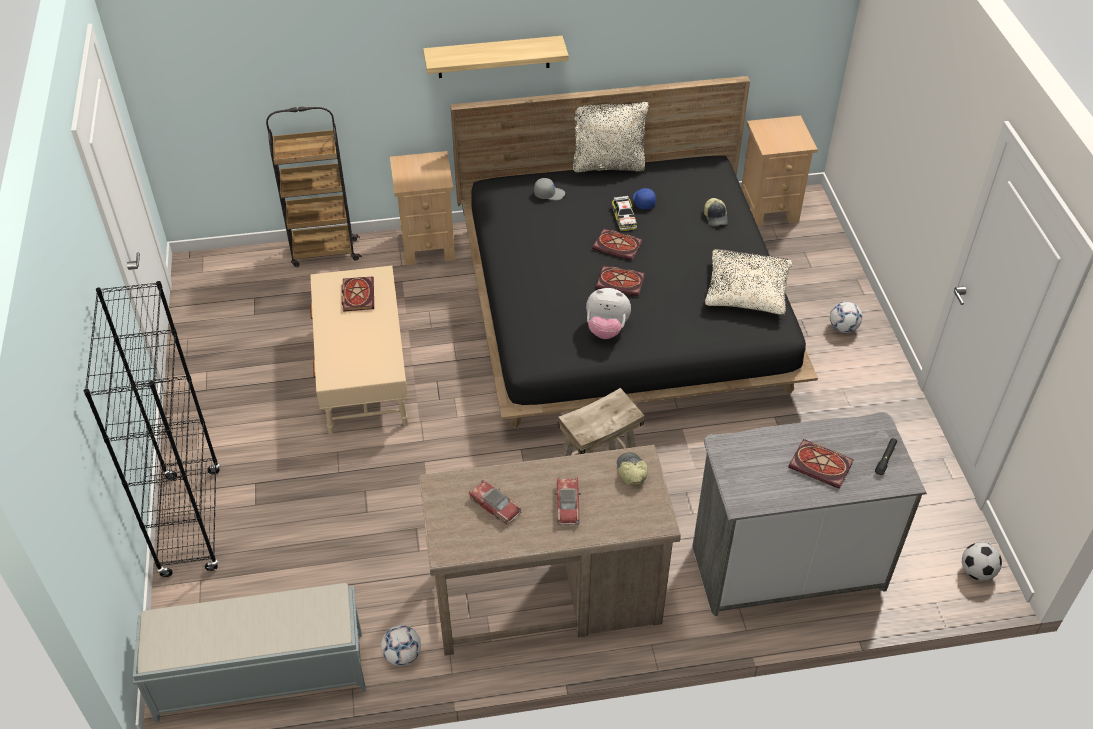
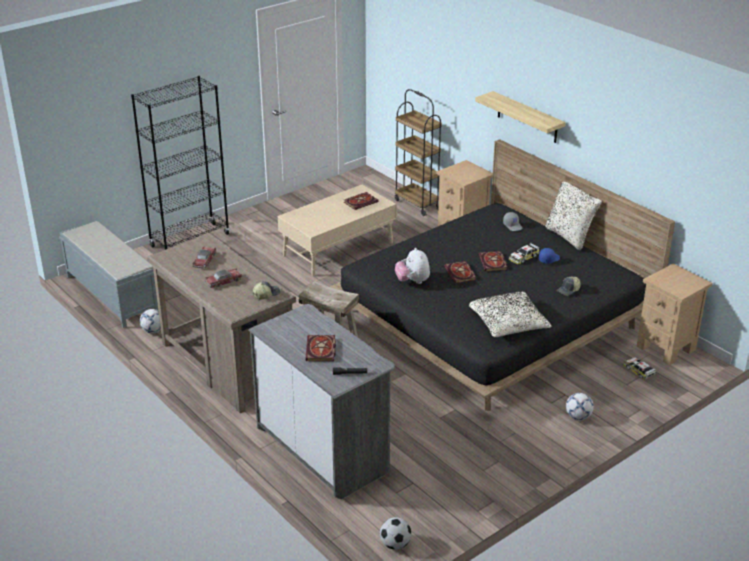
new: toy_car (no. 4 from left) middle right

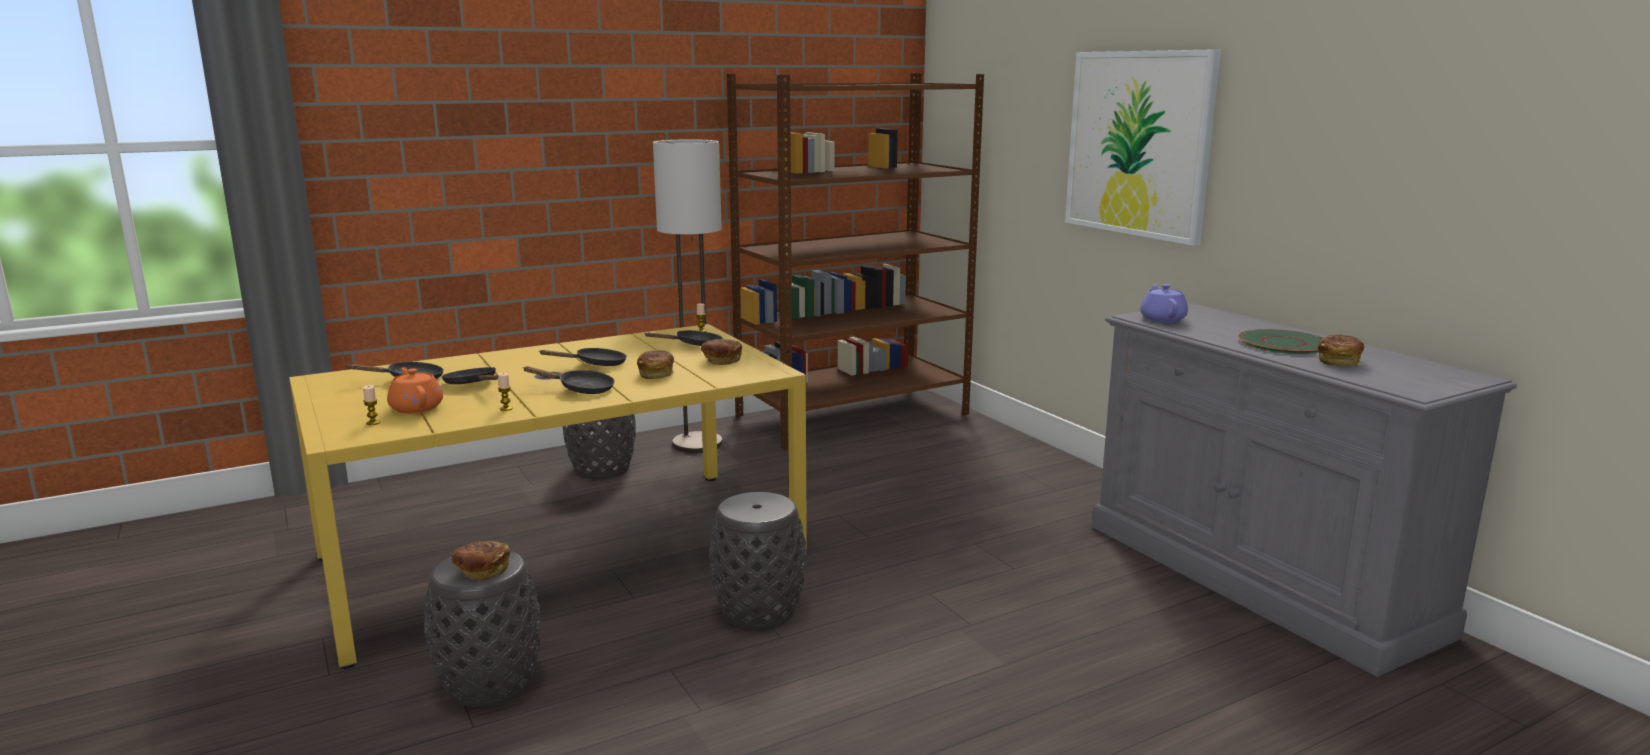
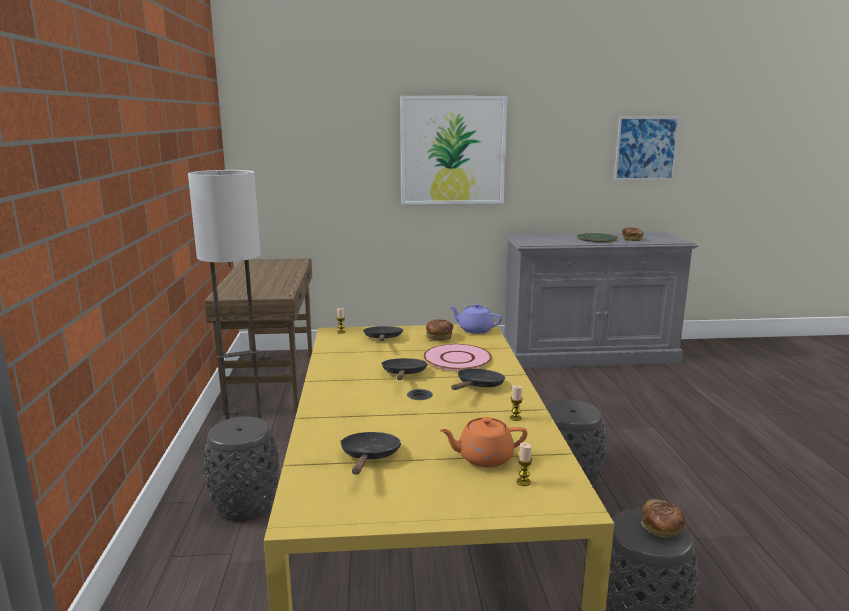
gone: black_frying_pan (no. 2 from left) middle left
new: picture (no. 2 from left) top right
shifted: purple_teapot middle right to centre
swapped: bread (no. 2 from left) centre to pink_plate centre; brown_bookcase centre to brown_console_table middle left

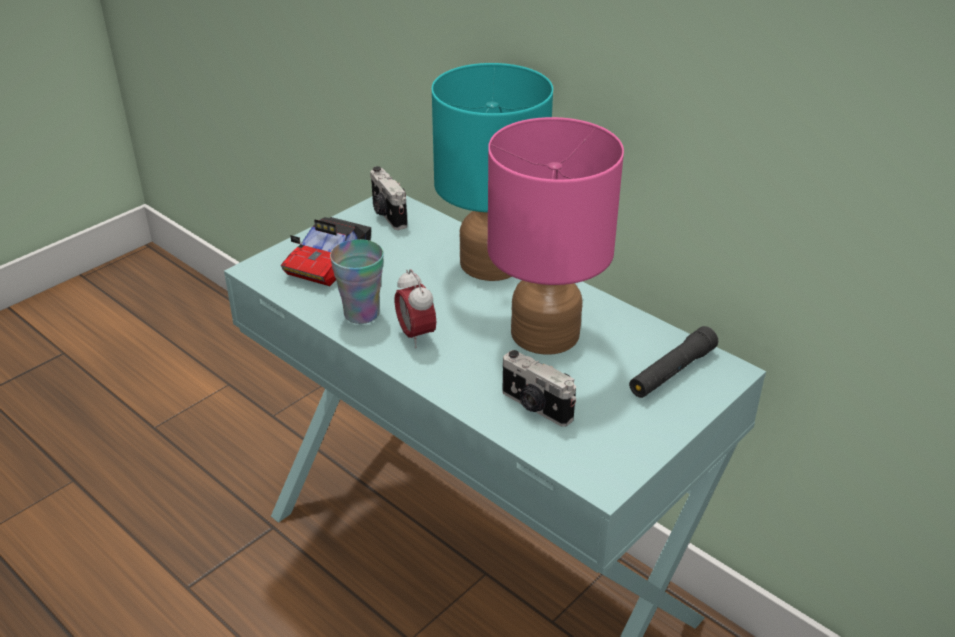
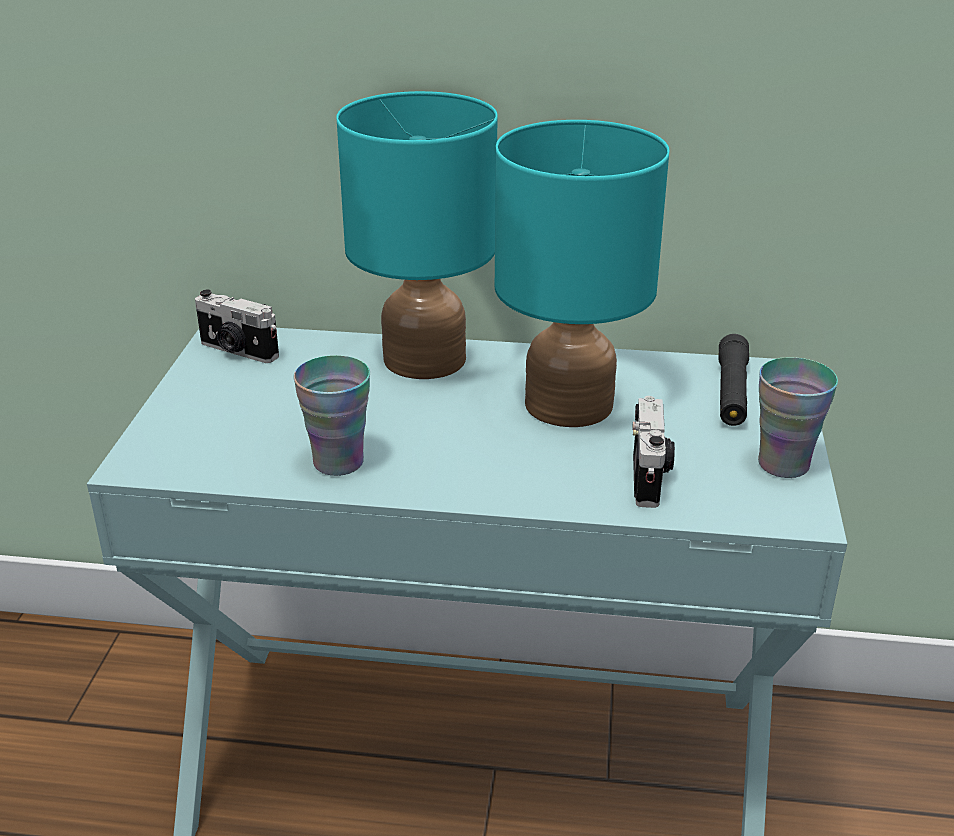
gone: toy_car centre; alarm_clock centre
new: cup (no. 2 from left) middle right
repainted: pink_table_lamp centre to turquoise_table_lamp (no. 2 from left) top centre
rotated: photo_camera (no. 2 from left) centre = middle right 90 degrees counterclockwise

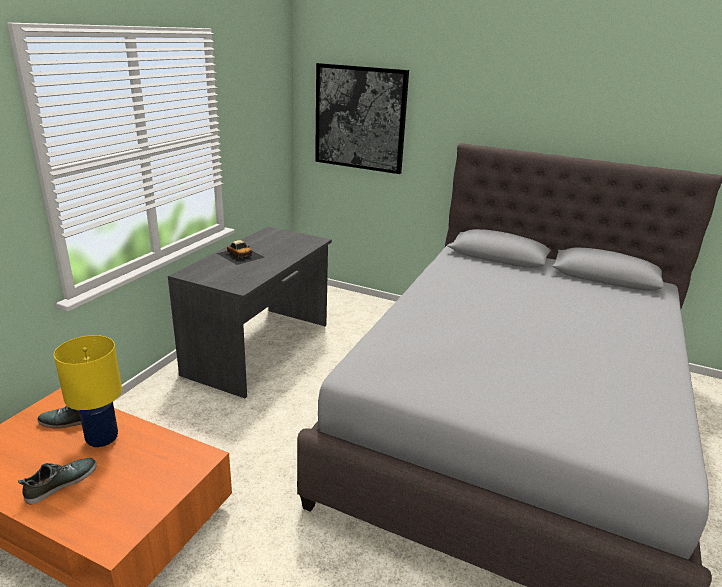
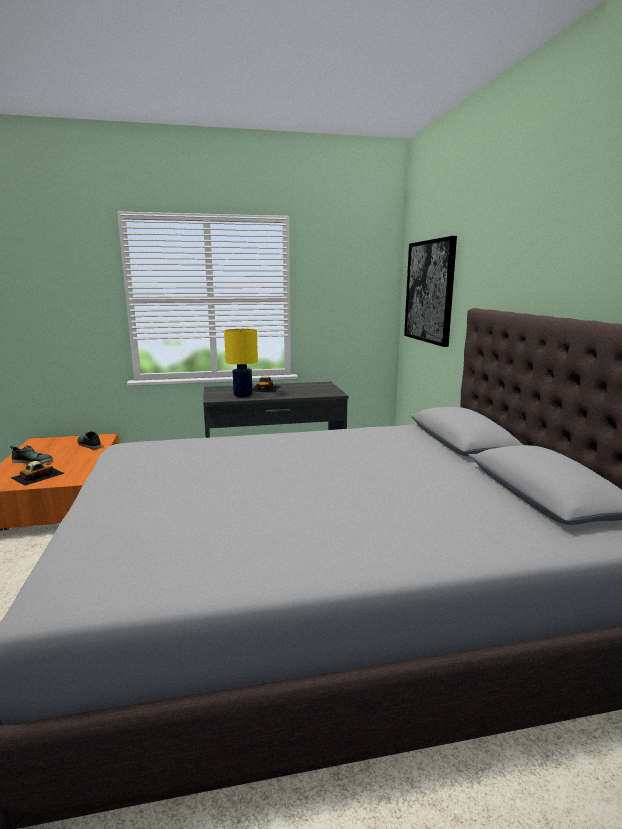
new: toy_car (no. 1 from left) middle left
shifted: yellow_table_lamp middle left to centre

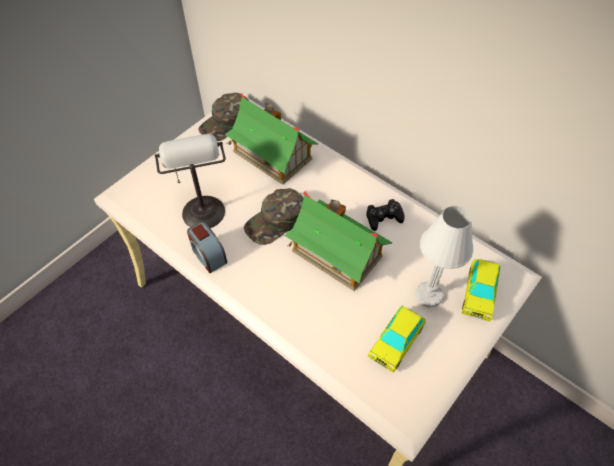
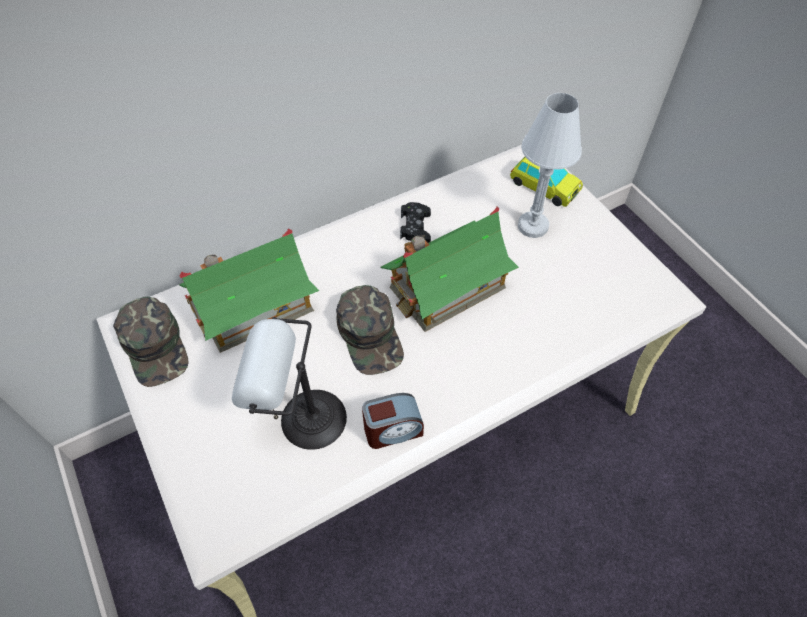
gone: toy_car (no. 1 from left) bottom centre

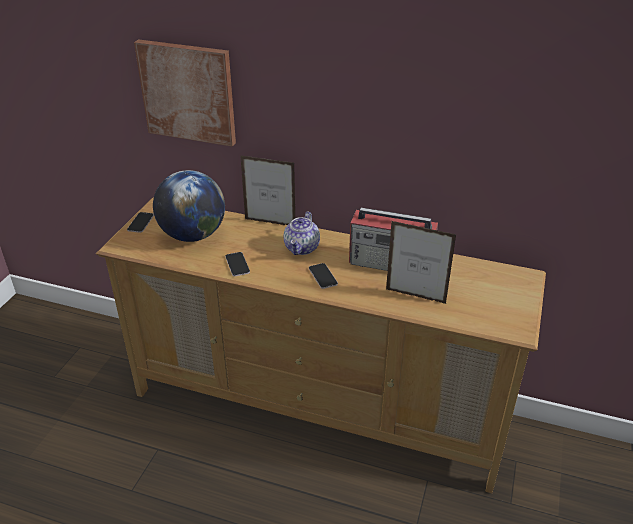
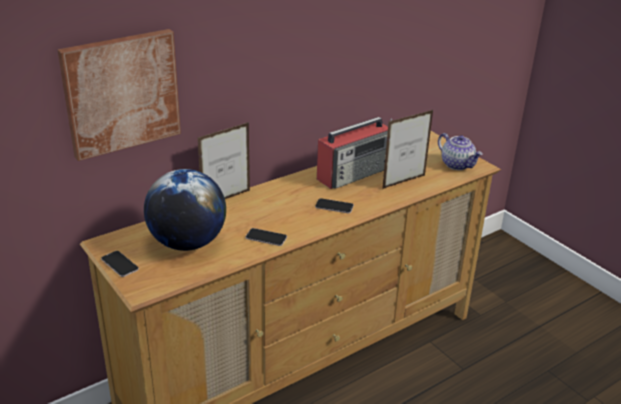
shifted: teapot centre to middle right

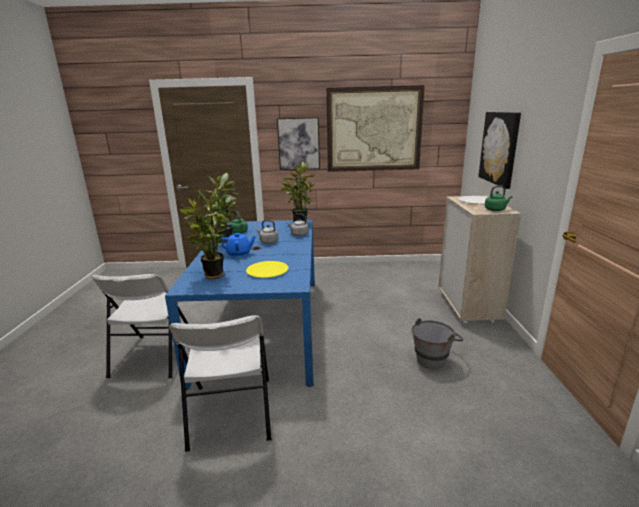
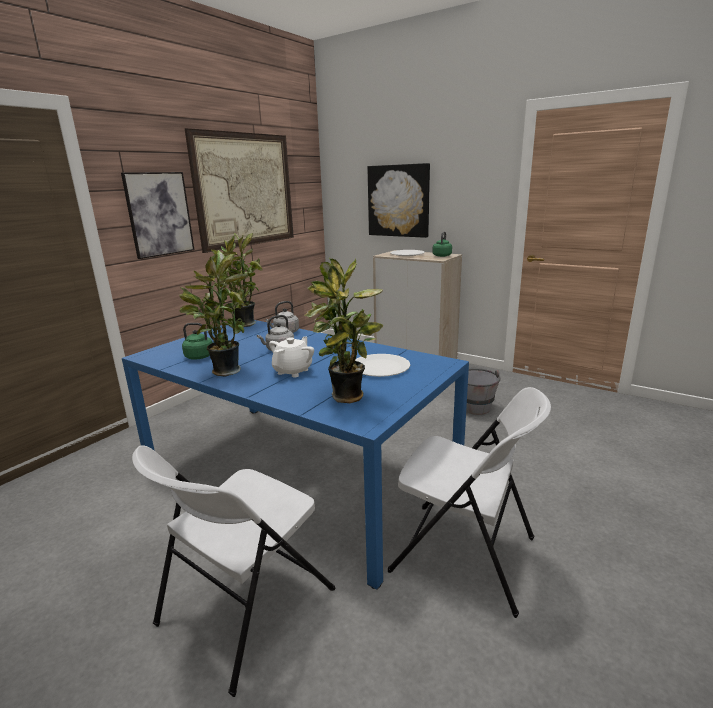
repainted: blue_teapot centre to white_teapot centre; yellow_plate centre to white_plate (no. 1 from left) centre
rotated: white_chair (no. 1 from left) middle left = bottom left 90 degrees clockwise

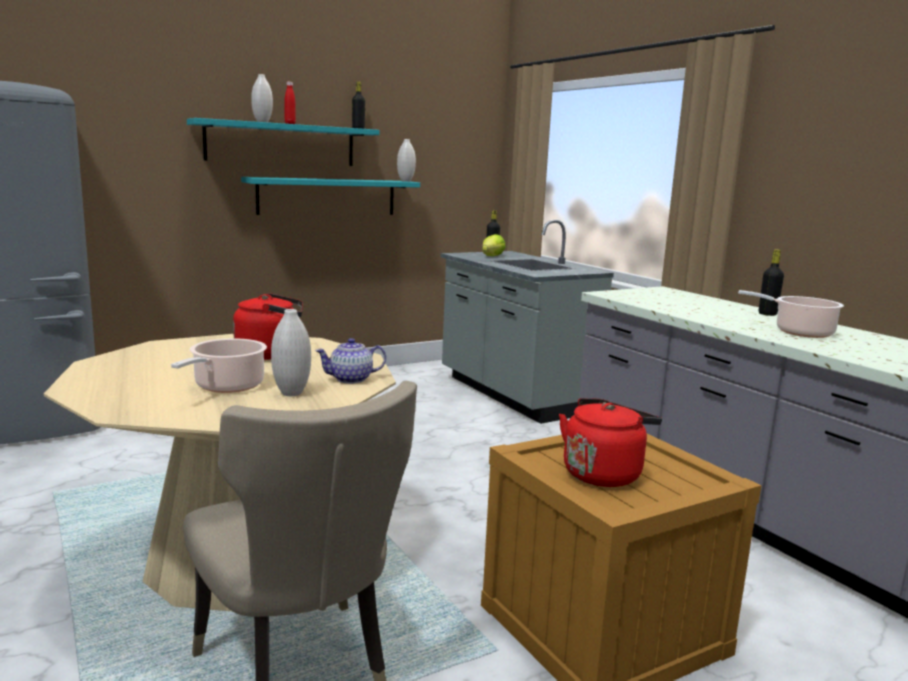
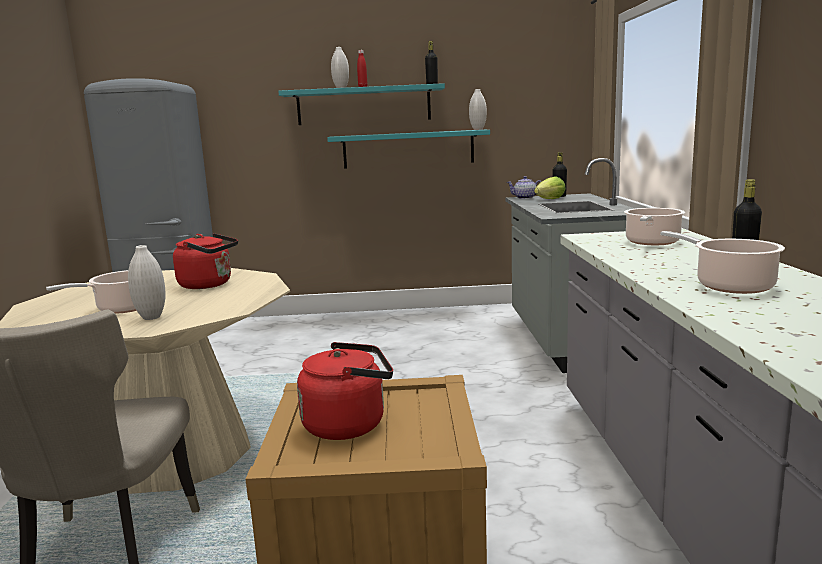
new: cooking_pot (no. 2 from left) middle right
shifted: teapot centre to top centre

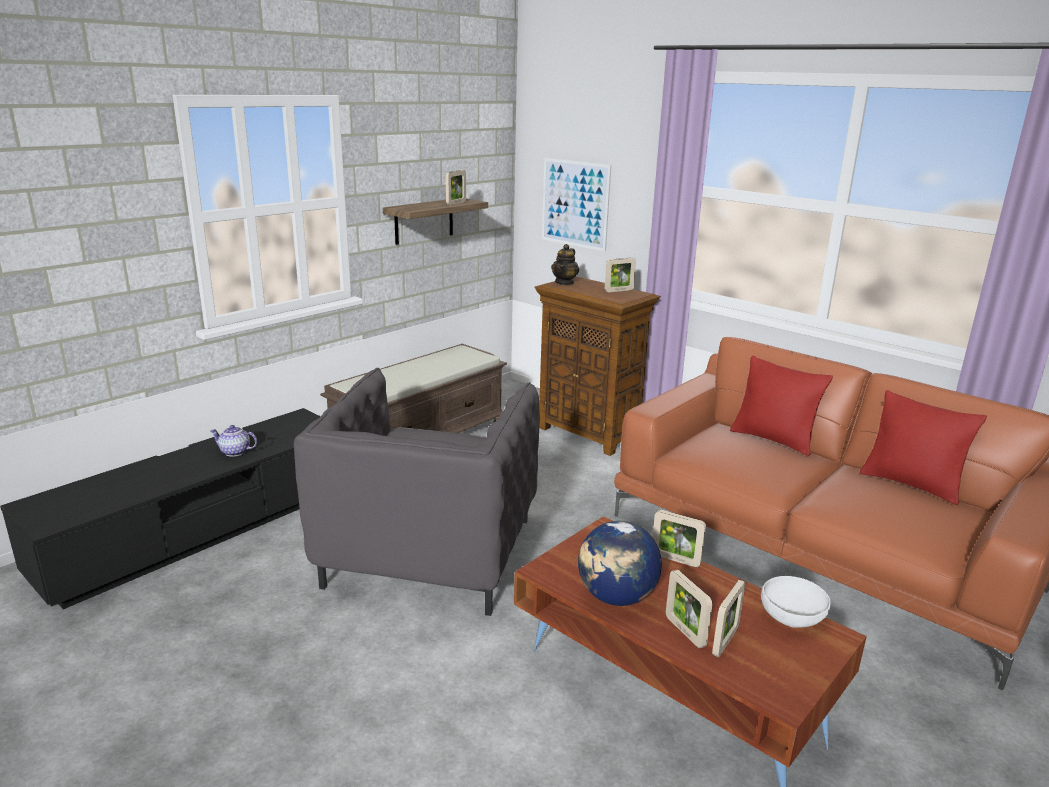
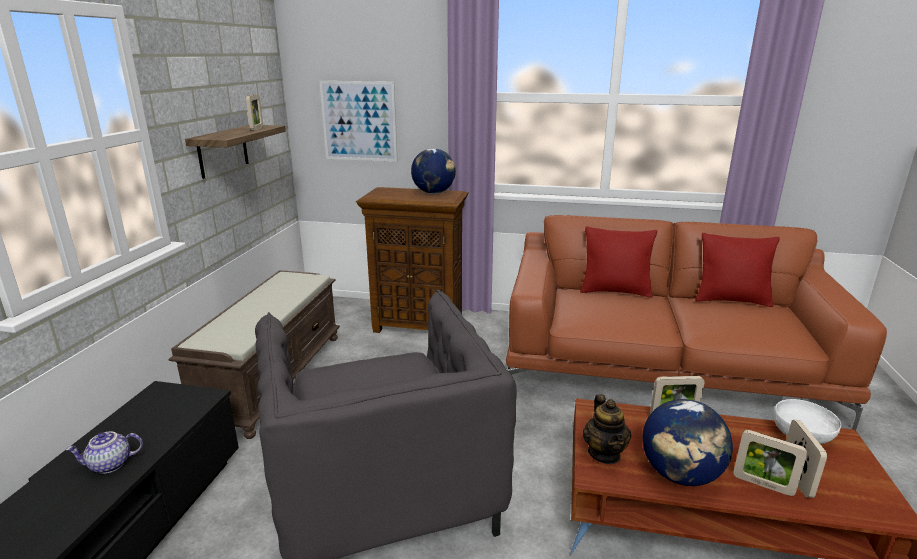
shifted: teapot (no. 2 from left) centre to bottom centre
swapped: picture_frame (no. 2 from left) centre to globe (no. 1 from left) top centre

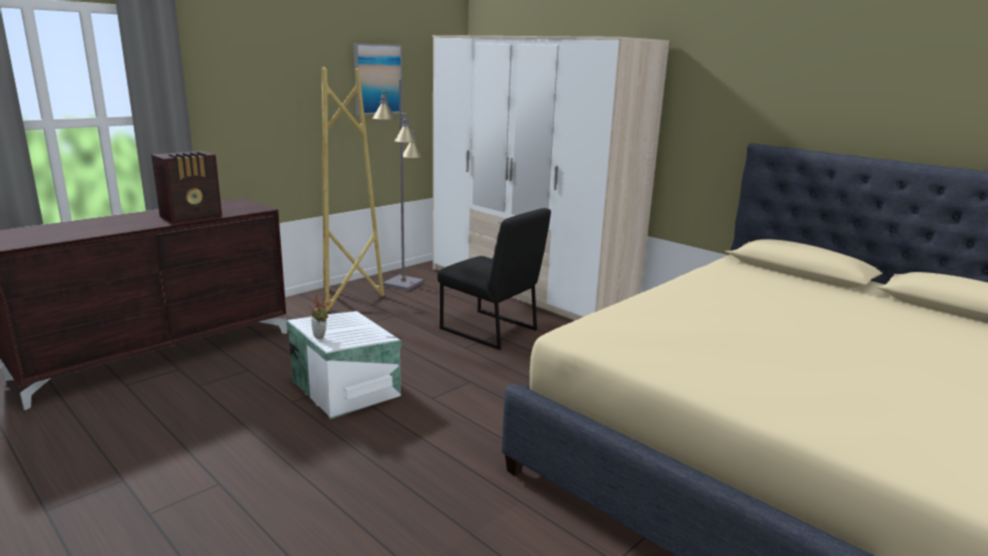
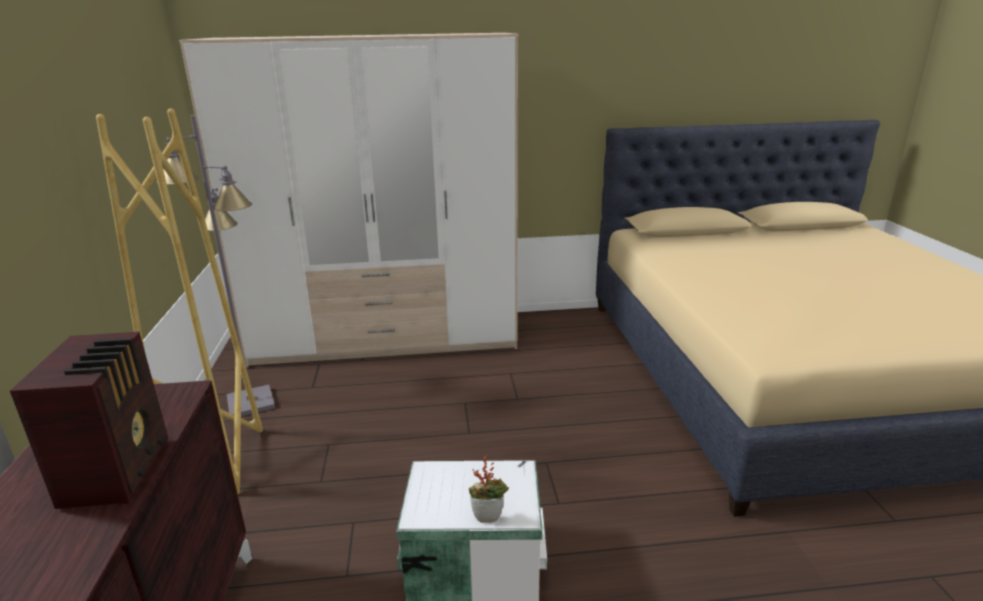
gone: picture top centre; black_chair centre

